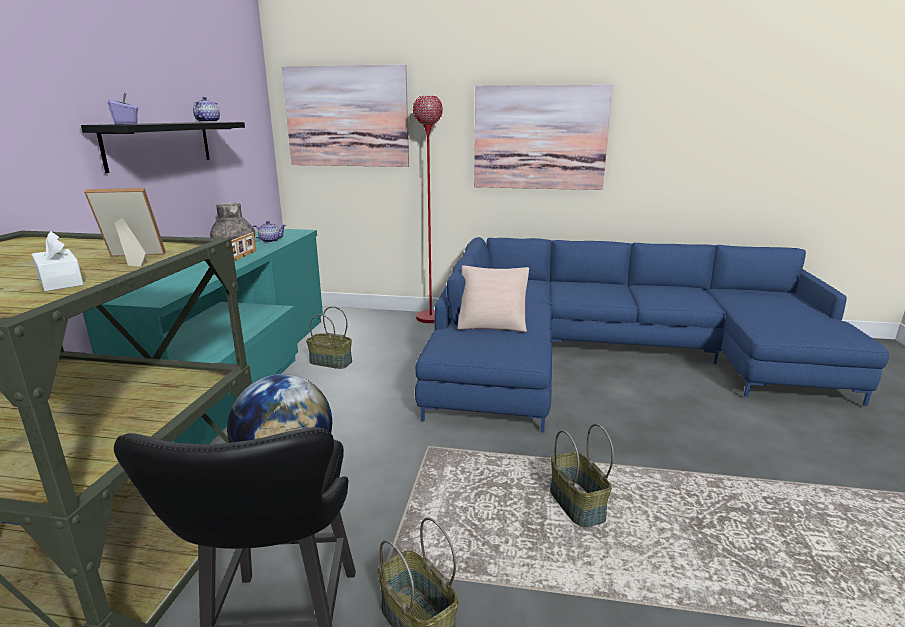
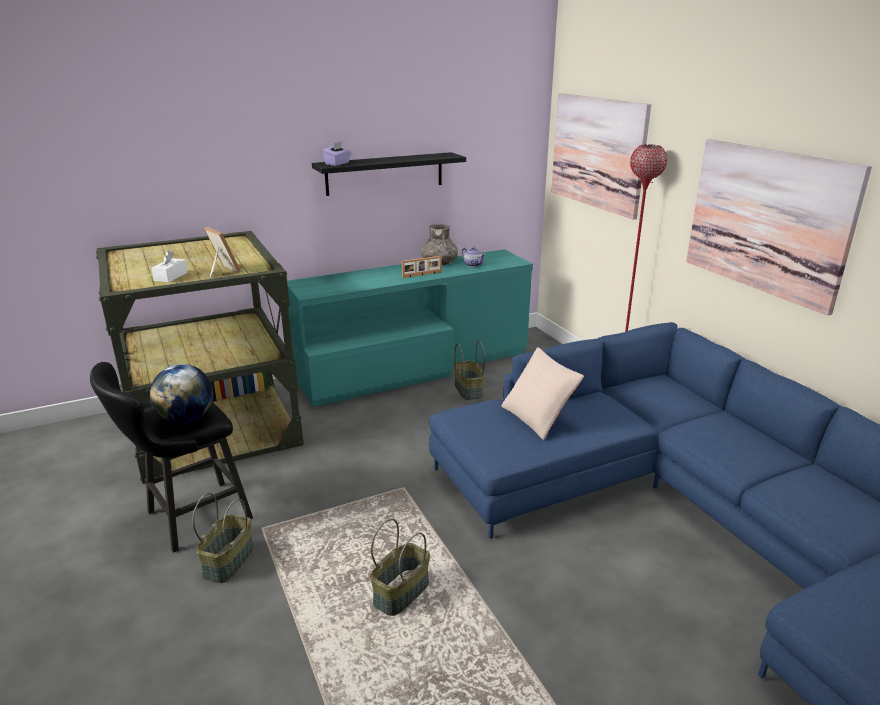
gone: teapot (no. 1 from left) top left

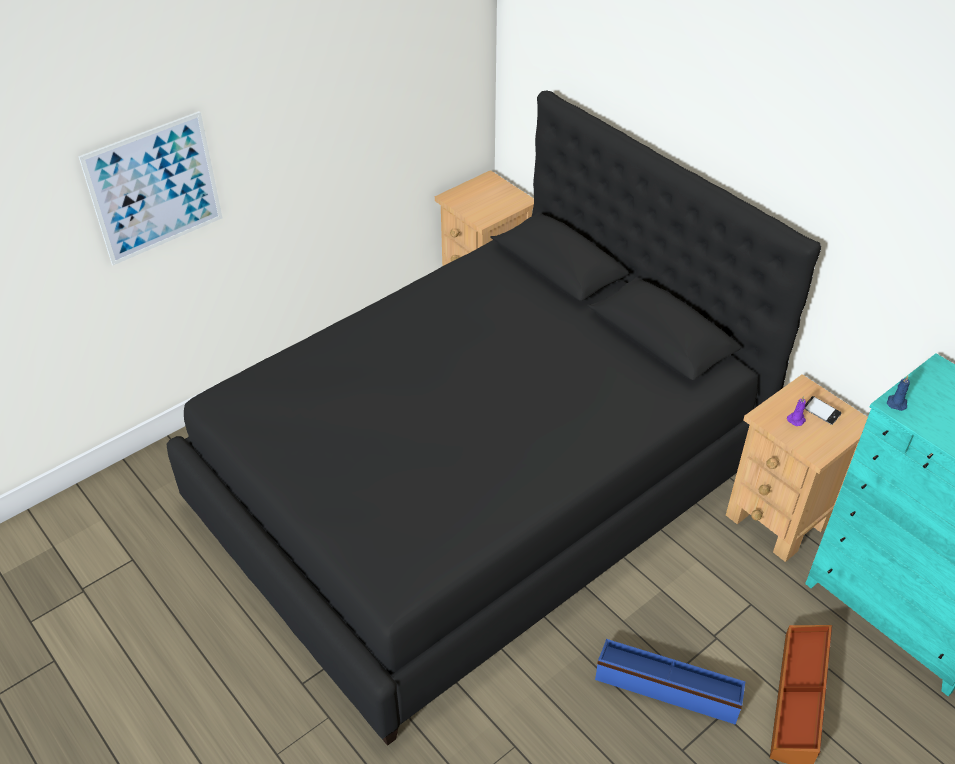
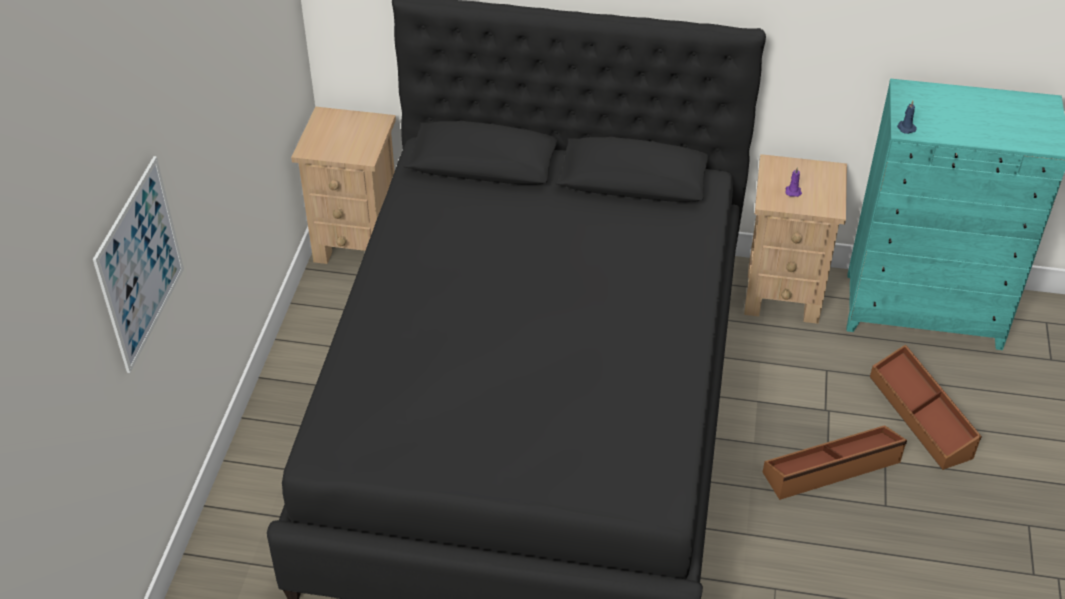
gone: phone middle right
repainted: blue_storage_box bottom right to brown_storage_box (no. 1 from left) bottom right

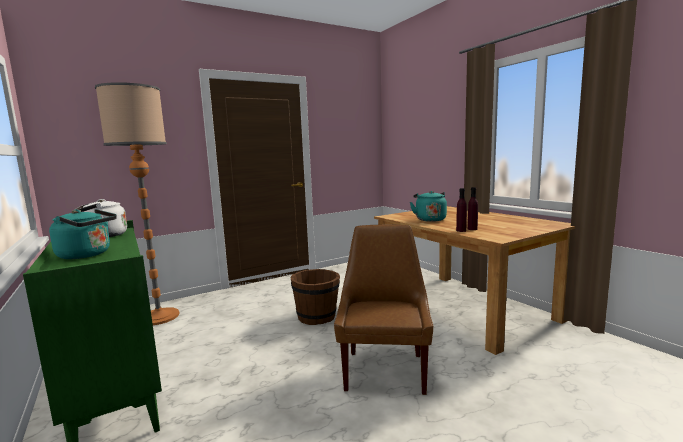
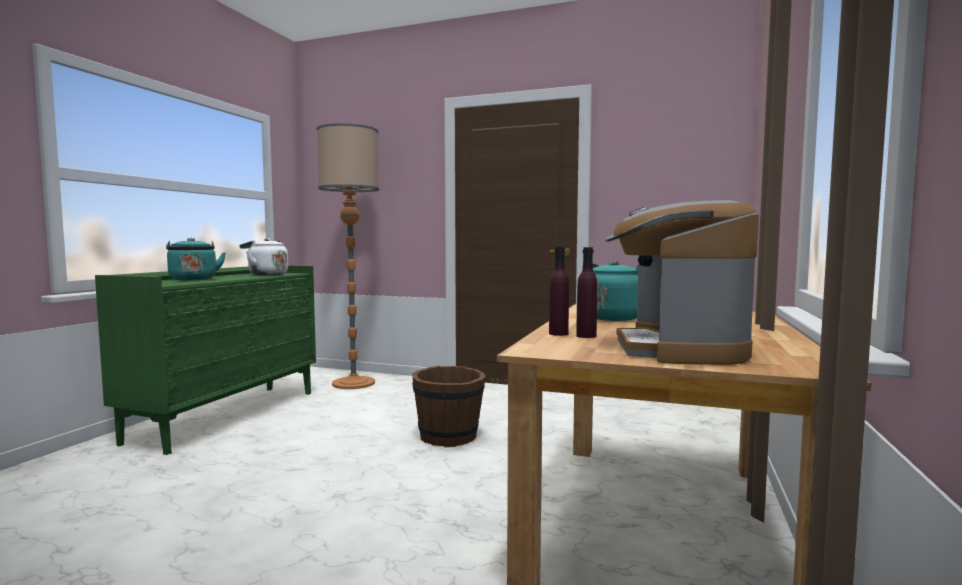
gone: brown_chair bottom centre
new: coffee_machine middle right

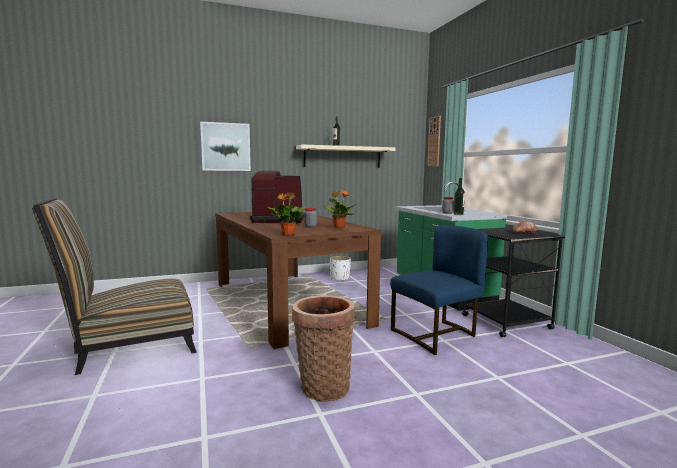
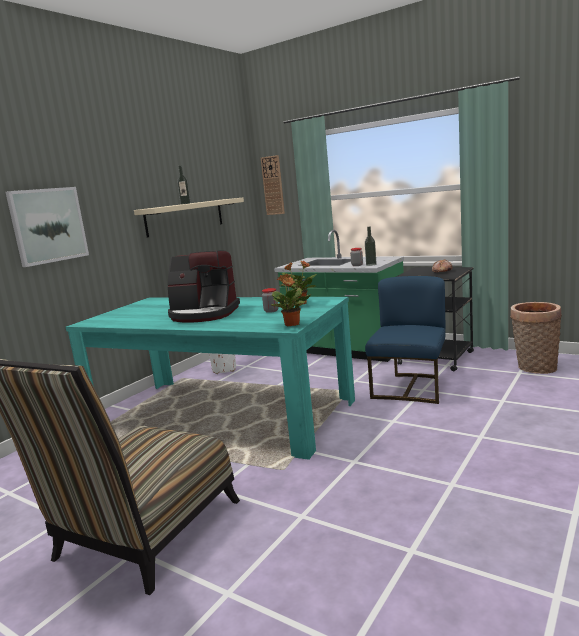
shifted: basket bottom centre to middle right
repainted: brown_dining_table centre to turquoise_dining_table centre
rotated: coffee_machine centre = centre 135 degrees counterclockwise

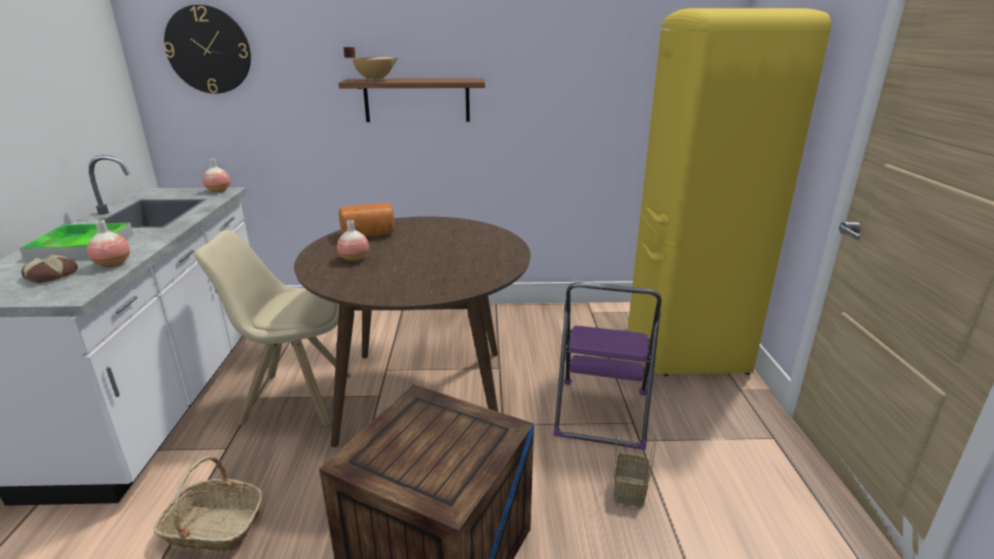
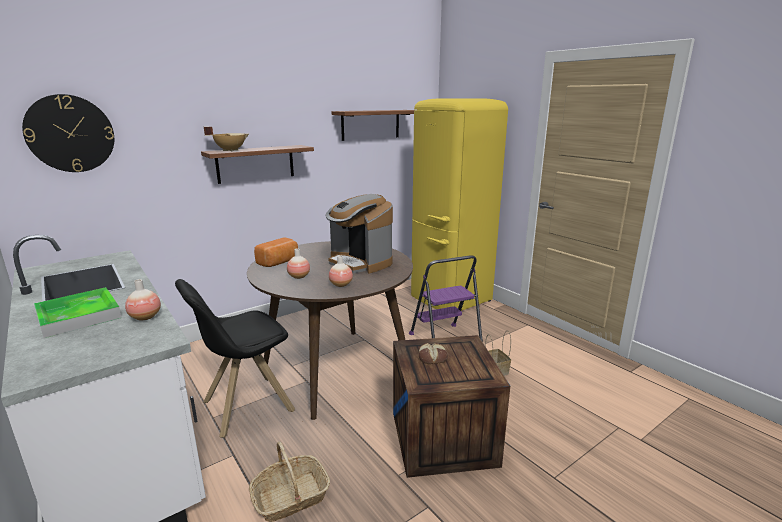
new: coffee_machine centre; shelf (no. 2 from left) top centre
shifted: bread (no. 1 from left in the first image) middle left to bread (no. 2 from left) bottom centre; vase (no. 2 from left in the first image) top left to vase (no. 3 from left) centre
repainted: beige_chair middle left to black_chair bottom left

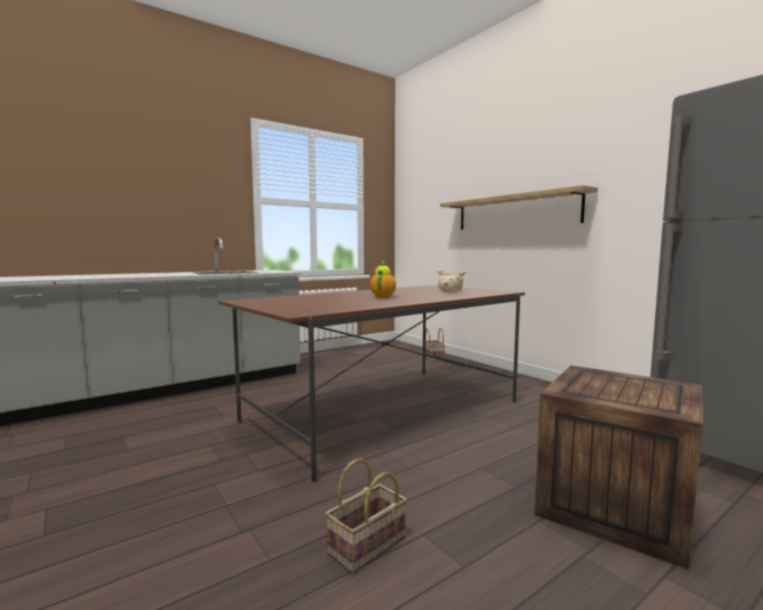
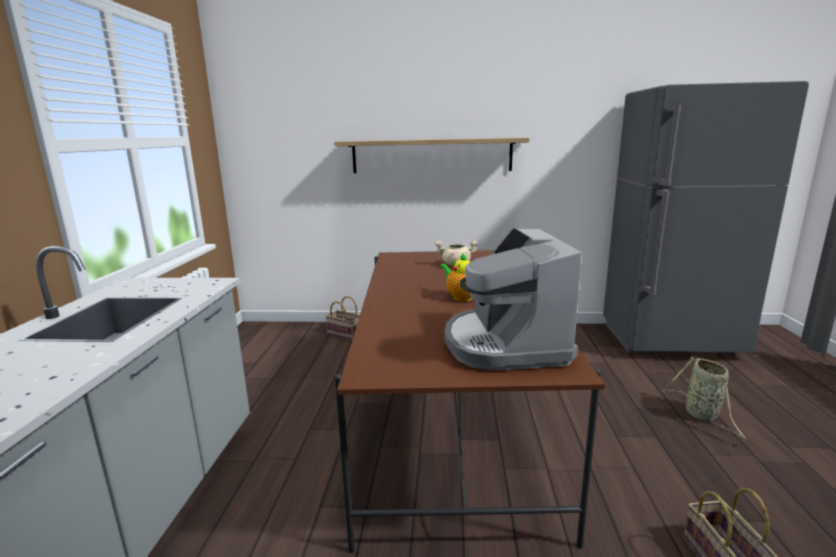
new: coffee_machine centre
swapped: crate bottom right to basket (no. 2 from left) bottom right

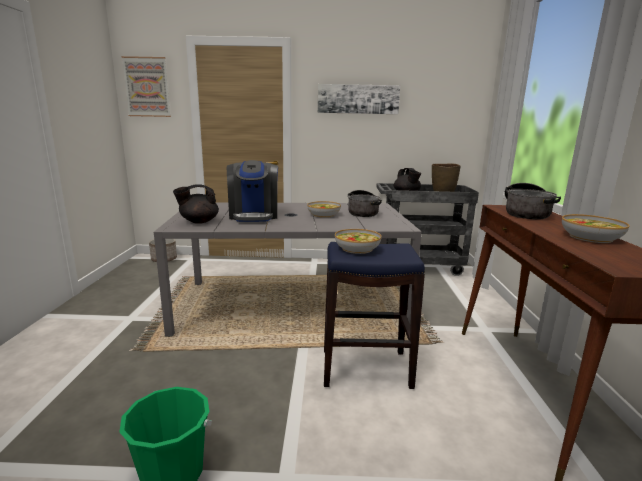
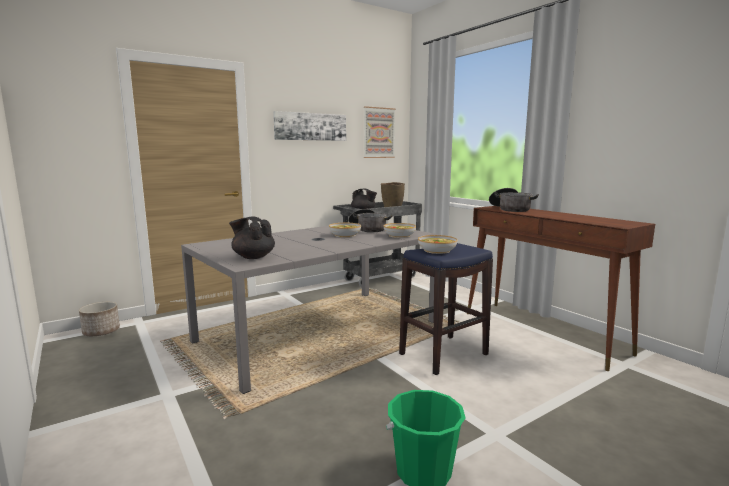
gone: coffee_machine centre
shifted: picture (no. 1 from left in the first image) top left to picture (no. 2 from left) top centre; bowl (no. 3 from left in the first image) middle right to bowl (no. 2 from left) centre
rotated: black_teapot (no. 1 from left) middle left = centre 90 degrees clockwise

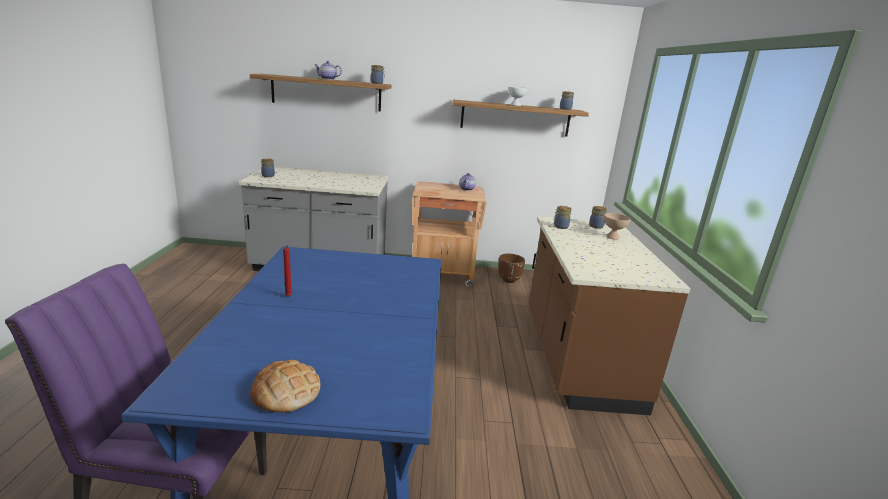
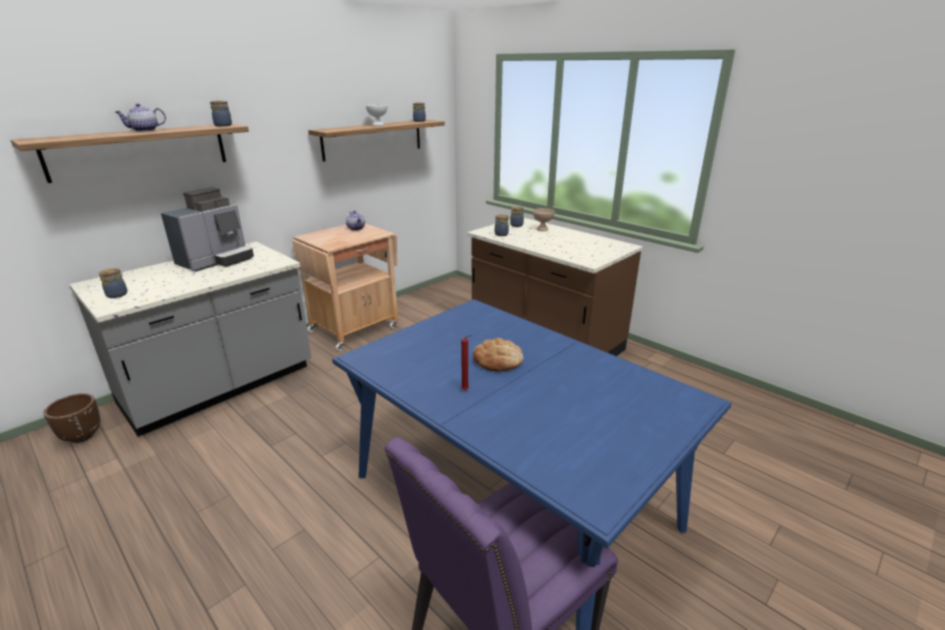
new: coffee_machine middle left
shifted: bread bottom left to centre; brown_planter centre to middle left

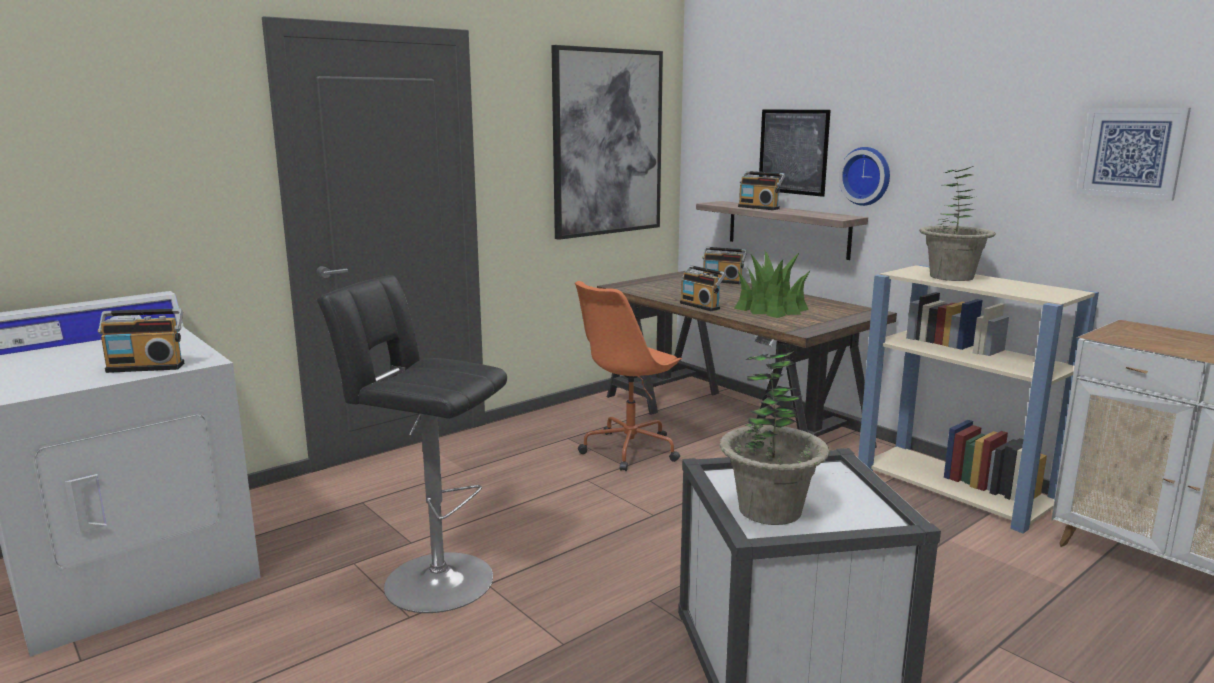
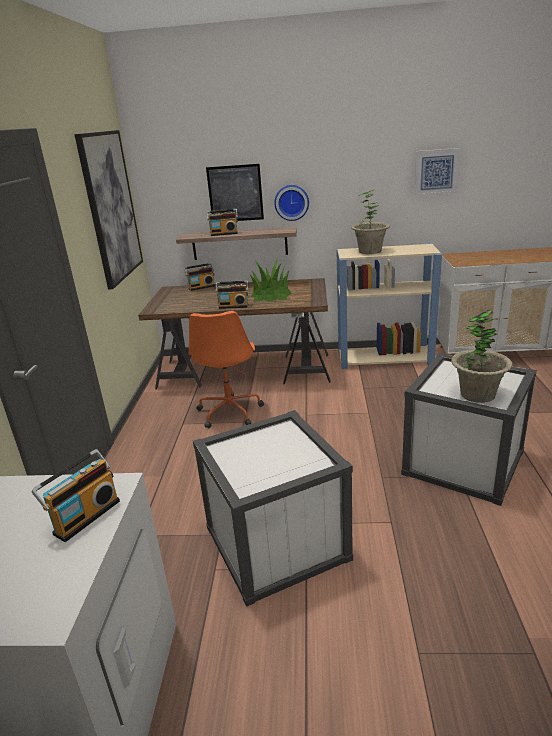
swapped: black_stool centre to white_storage_box (no. 1 from left) bottom centre

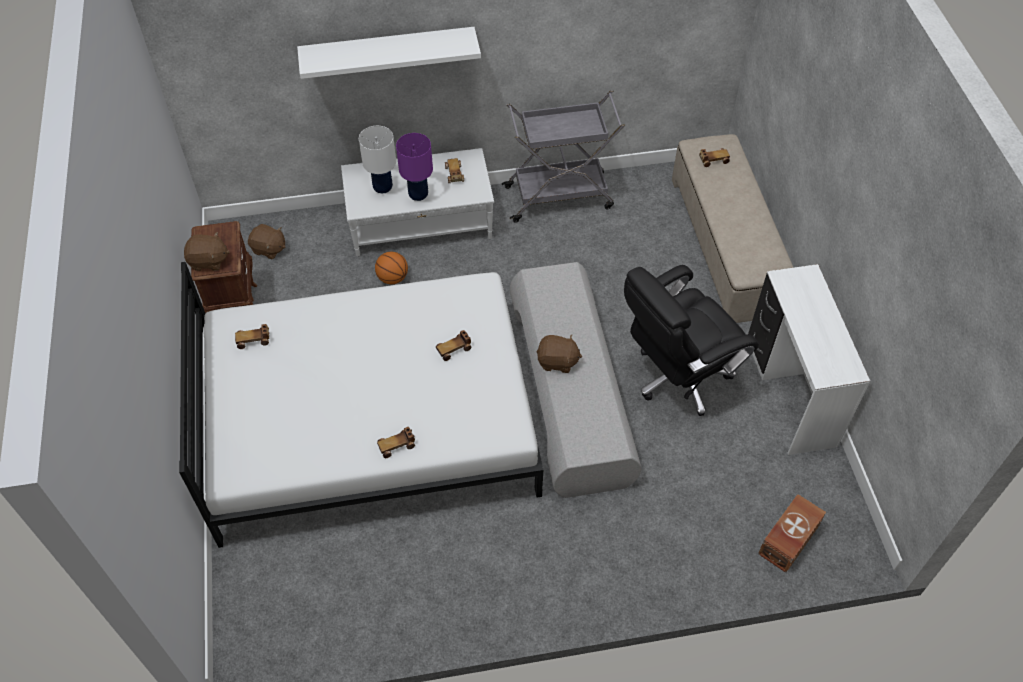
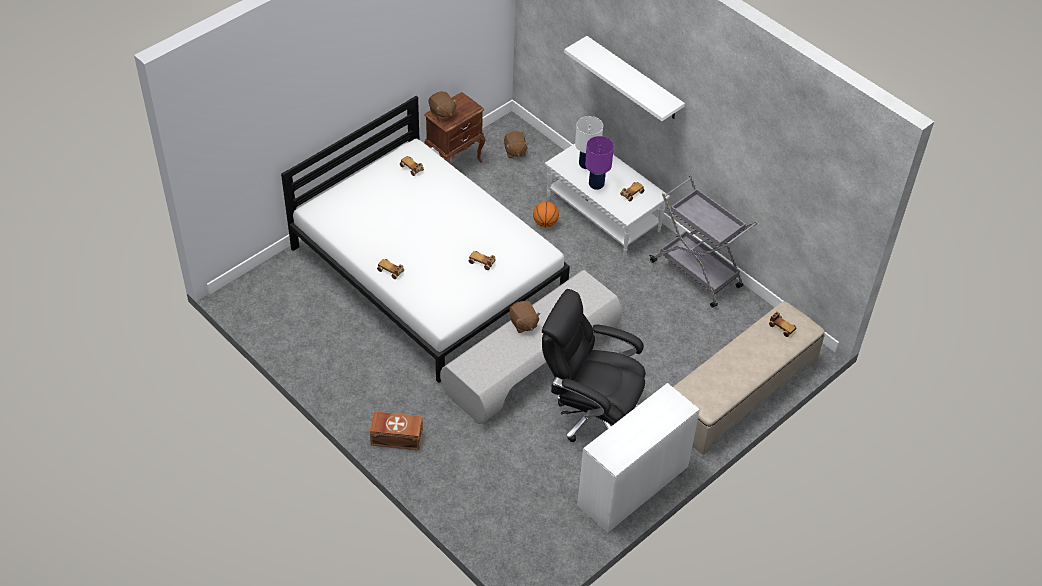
shifted: brown_storage_box bottom right to bottom centre

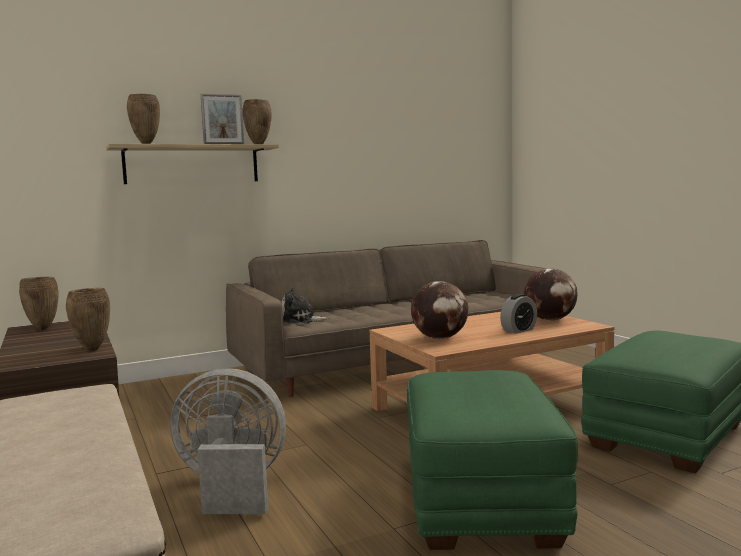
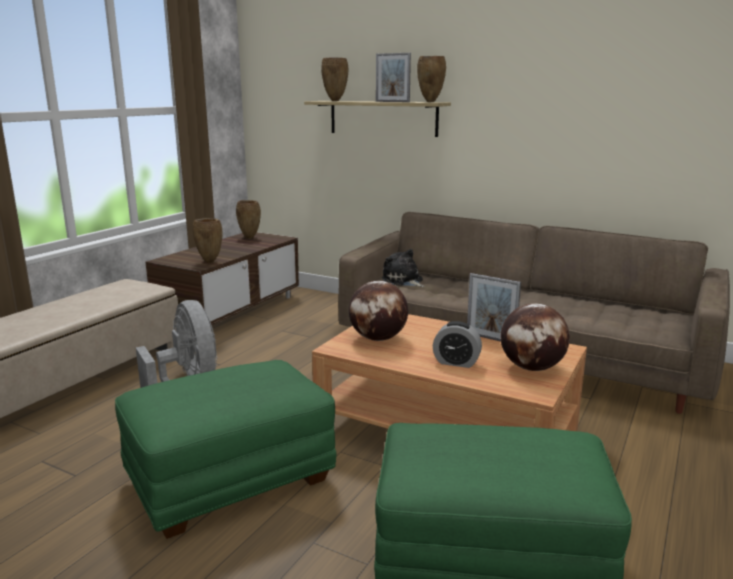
new: picture_frame (no. 2 from left) middle right

